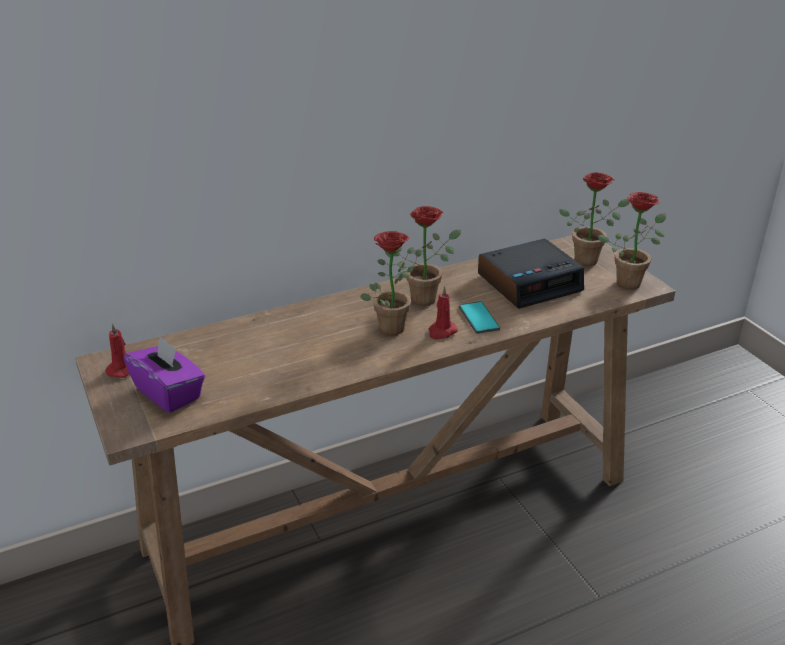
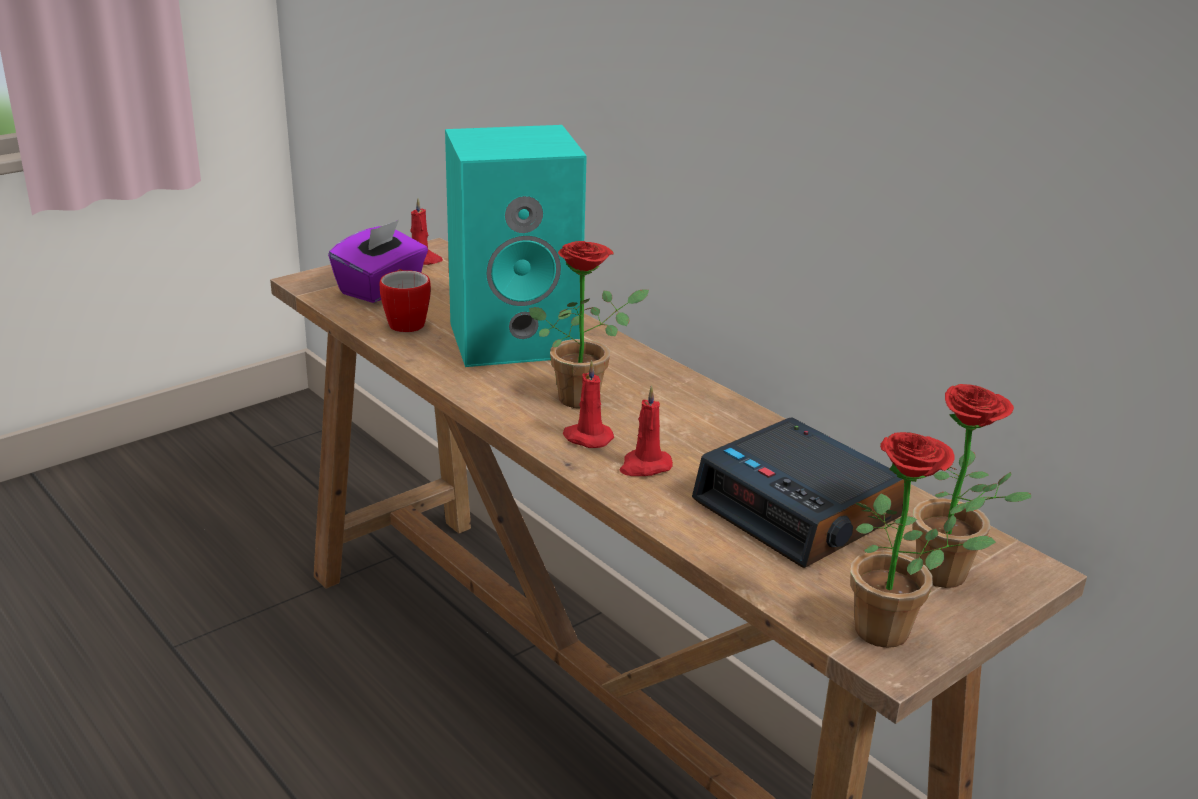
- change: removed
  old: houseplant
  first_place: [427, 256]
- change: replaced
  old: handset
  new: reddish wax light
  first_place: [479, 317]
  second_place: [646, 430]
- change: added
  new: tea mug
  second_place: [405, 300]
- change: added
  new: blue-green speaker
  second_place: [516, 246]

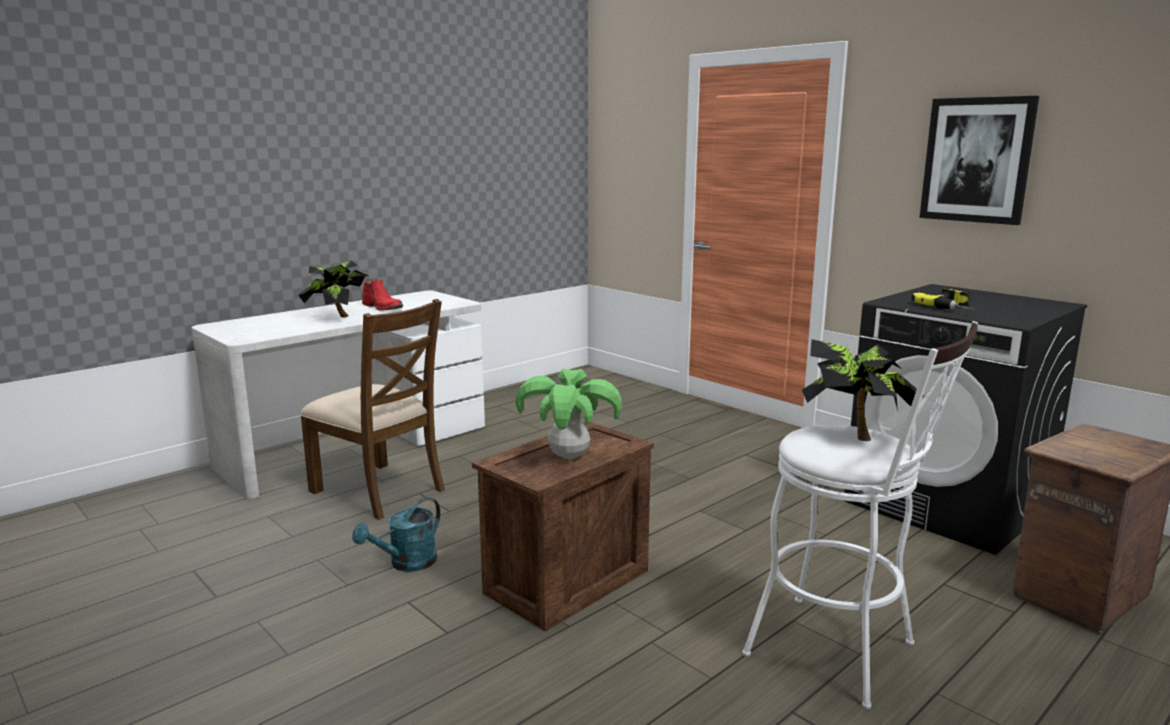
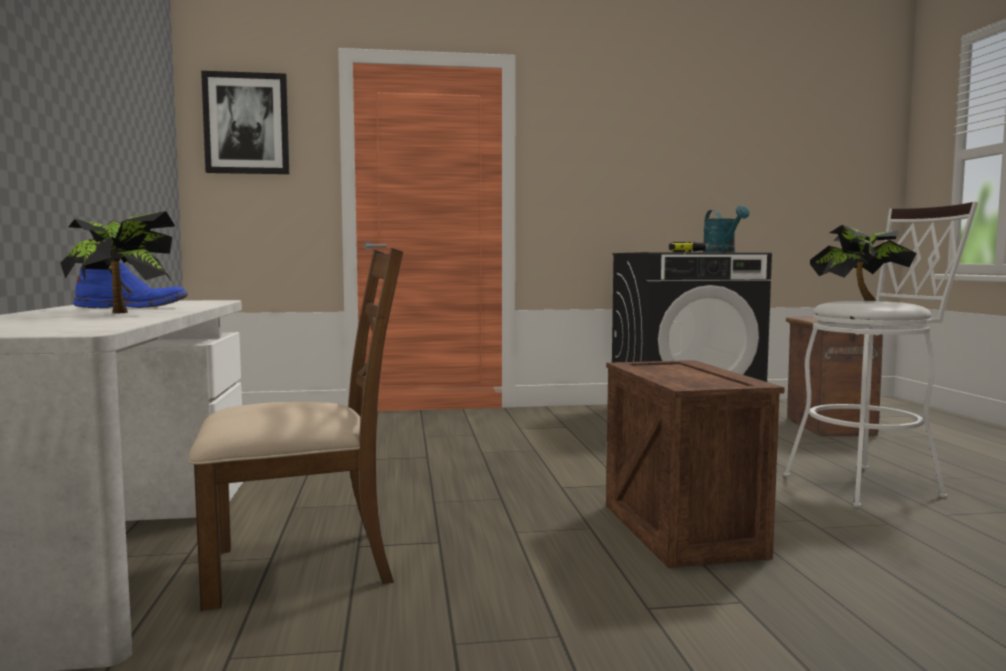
- change: moved
  old: blue-green watering can
  first_place: [396, 534]
  second_place: [726, 228]
- change: recoloured
  old: reddish boot
  new: blue-coloured boot
  first_place: [382, 295]
  second_place: [131, 285]
- change: removed
  old: houseplant
  first_place: [568, 413]
- change: moved
  old: picture
  first_place: [979, 160]
  second_place: [245, 122]

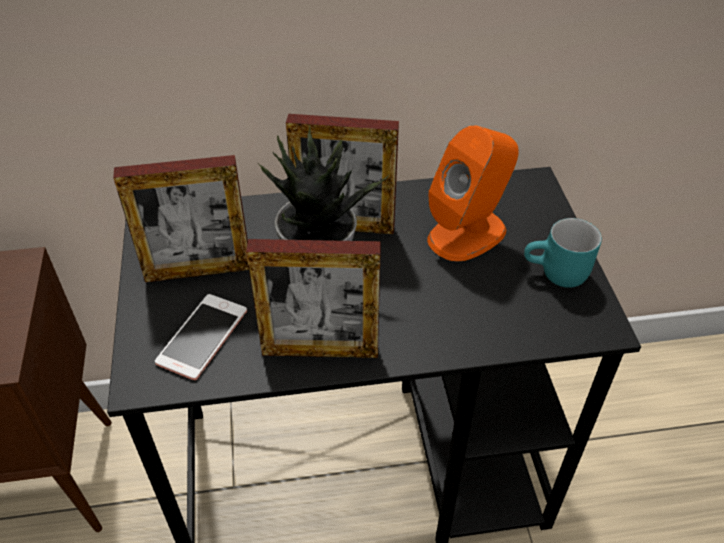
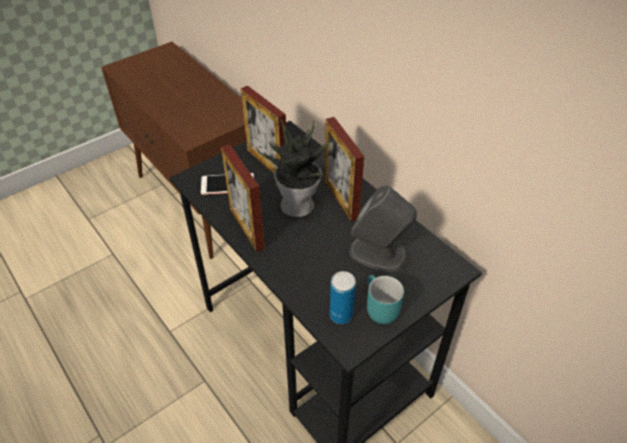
- change: recoloured
  old: orange speaker
  new: grey speaker
  first_place: [473, 193]
  second_place: [383, 228]
- change: added
  new: sealed can
  second_place: [343, 297]

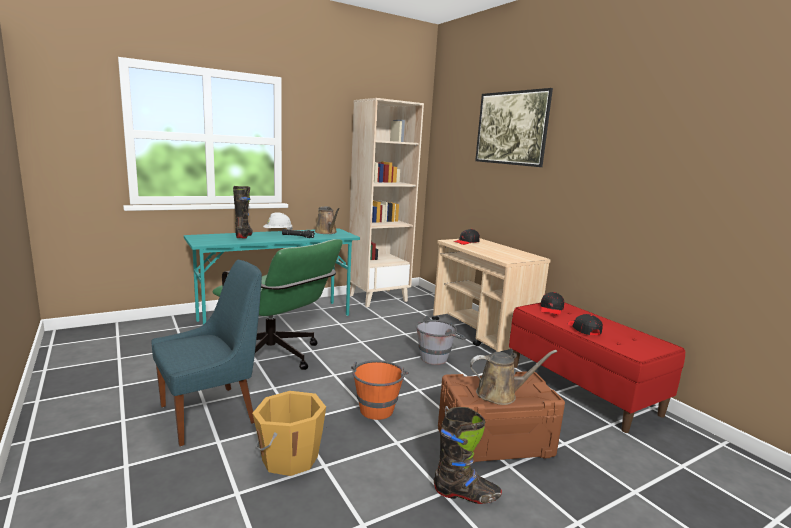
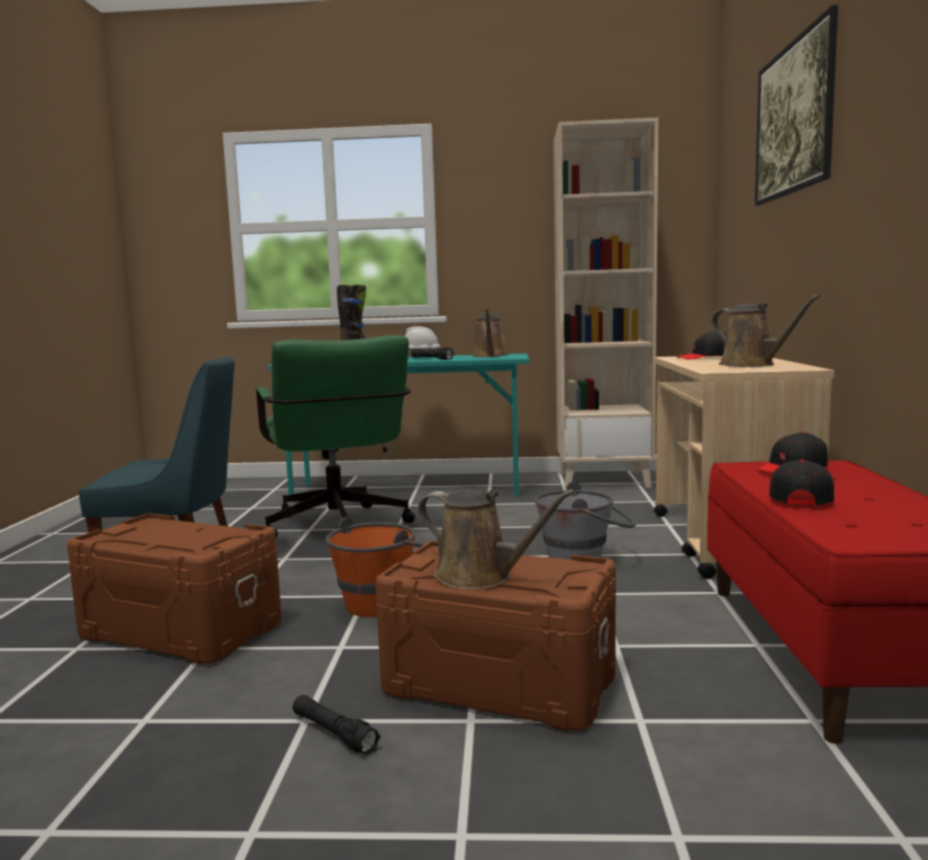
- change: replaced
  old: orange bucket
  new: brown-coloured storage bin
  first_place: [289, 433]
  second_place: [174, 588]
- change: replaced
  old: blackish boot
  new: blackish hand torch
  first_place: [468, 455]
  second_place: [337, 725]
- change: added
  new: brown-coloured watering can
  second_place: [766, 330]

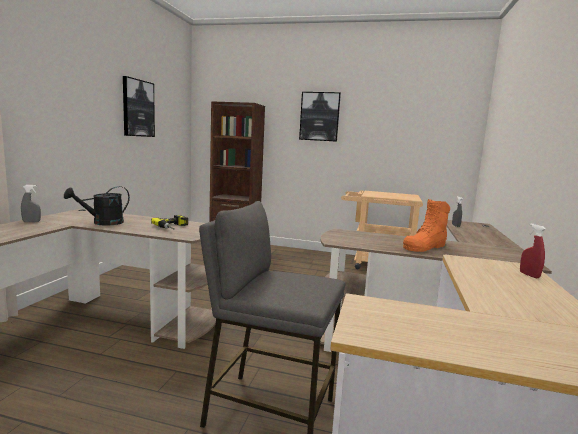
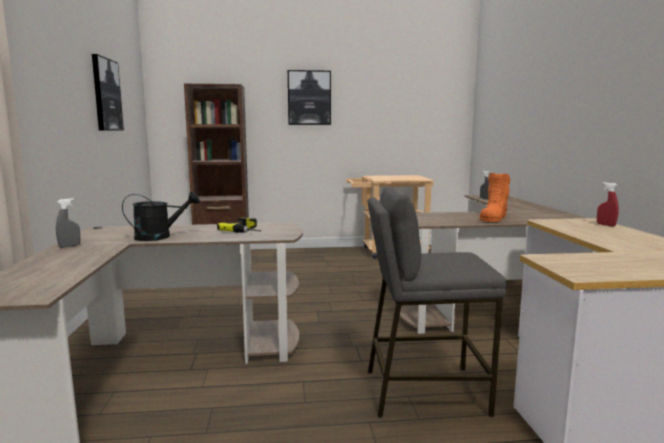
- change: turned
  old: blackish watering can
  first_place: [97, 206]
  second_place: [161, 216]
  degrees: -135

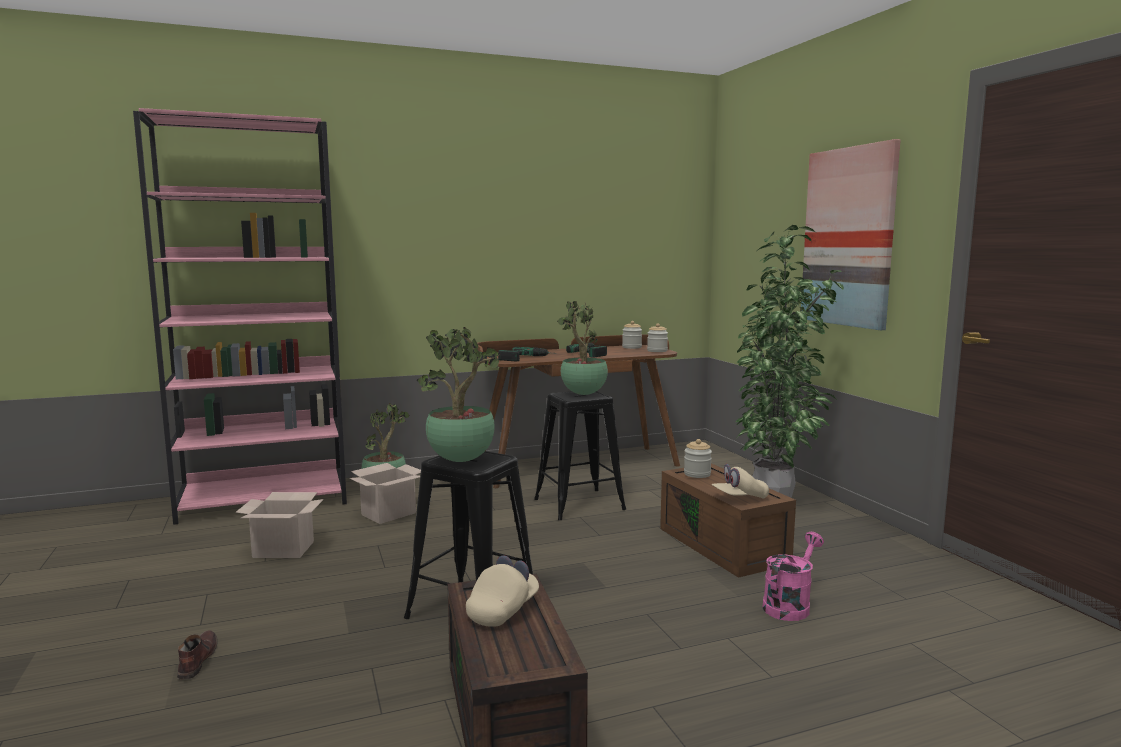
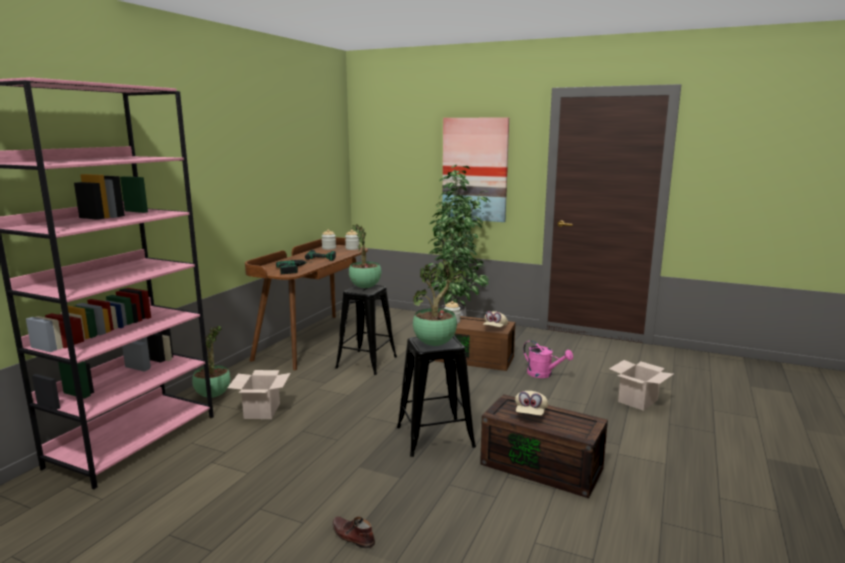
- change: moved
  old: cardboard box
  first_place: [279, 525]
  second_place: [641, 385]
- change: turned
  old: beige cap
  first_place: [502, 591]
  second_place: [531, 403]
  degrees: -150
- change: turned
  old: pink watering can
  first_place: [793, 576]
  second_place: [548, 359]
  degrees: 135

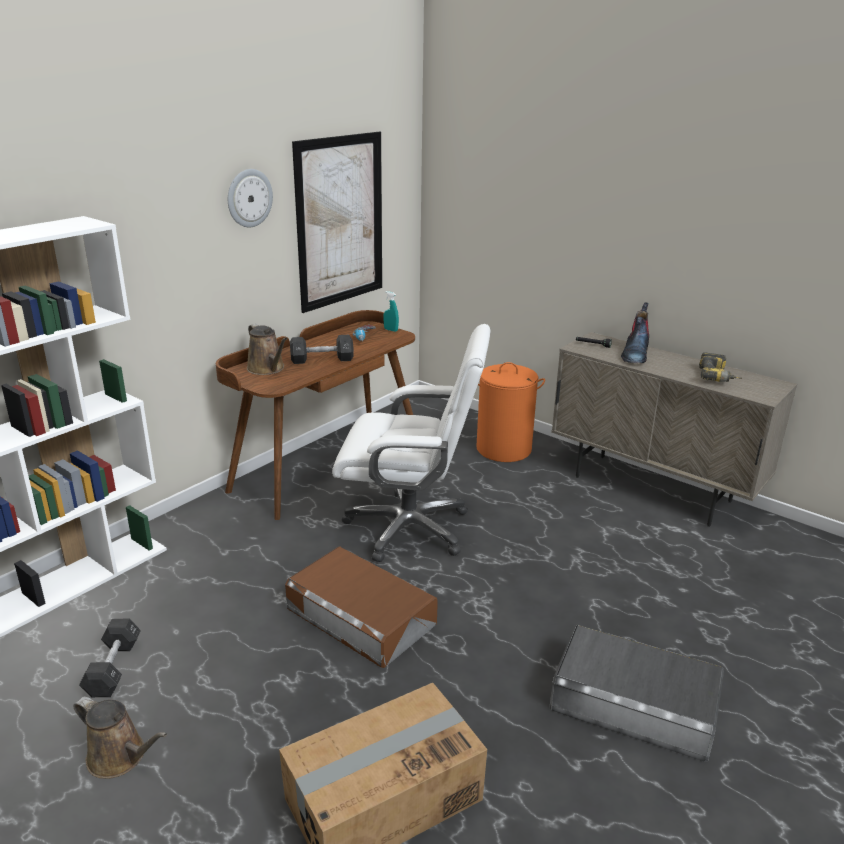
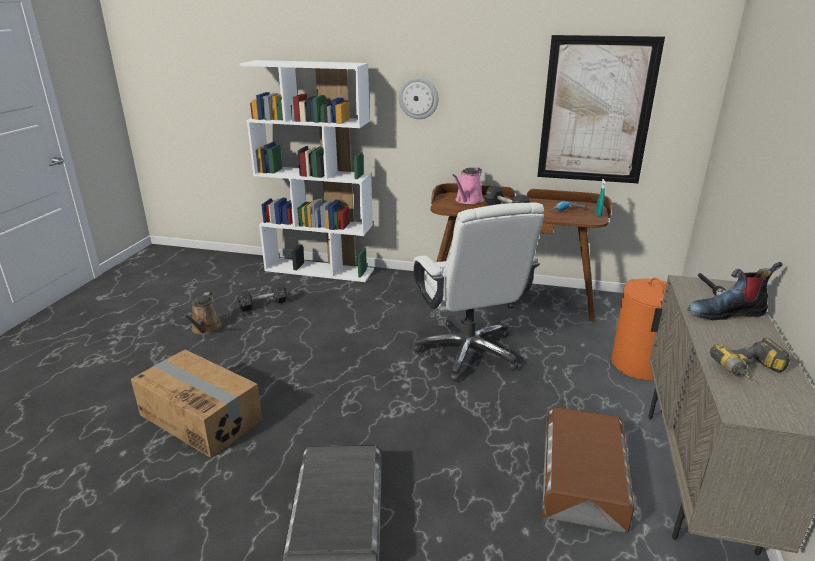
- change: moved
  old: wall clock
  first_place: [250, 198]
  second_place: [418, 98]
- change: recoloured
  old: brown-coloured watering can
  new: pink watering can
  first_place: [267, 349]
  second_place: [468, 185]
- change: moved
  old: brown-coloured storage bin
  first_place: [361, 607]
  second_place: [588, 470]

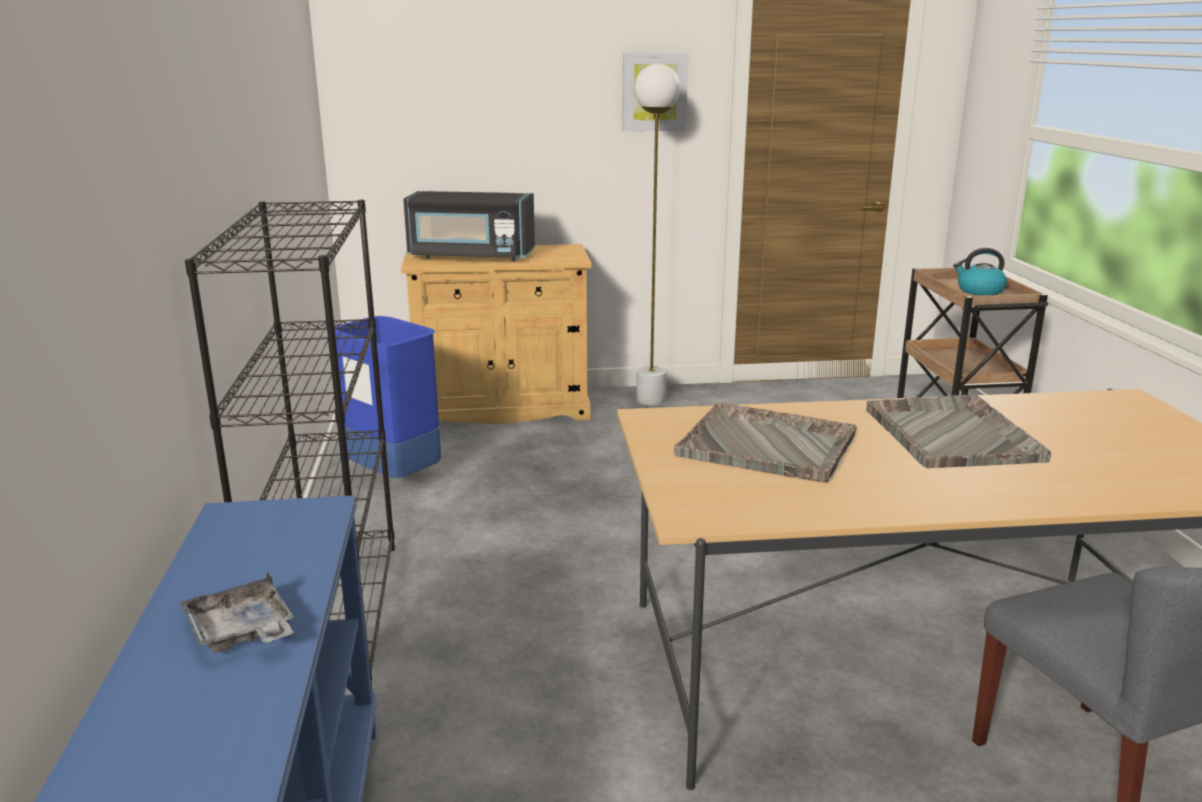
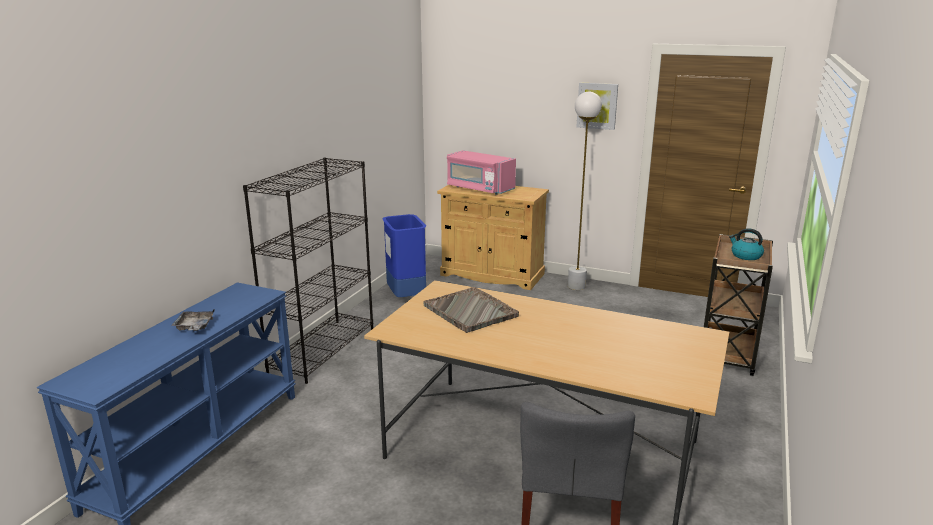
- change: recoloured
  old: blackish microwave oven
  new: pink microwave oven
  first_place: [469, 226]
  second_place: [481, 172]
- change: removed
  old: grey carrying tray
  first_place: [958, 431]

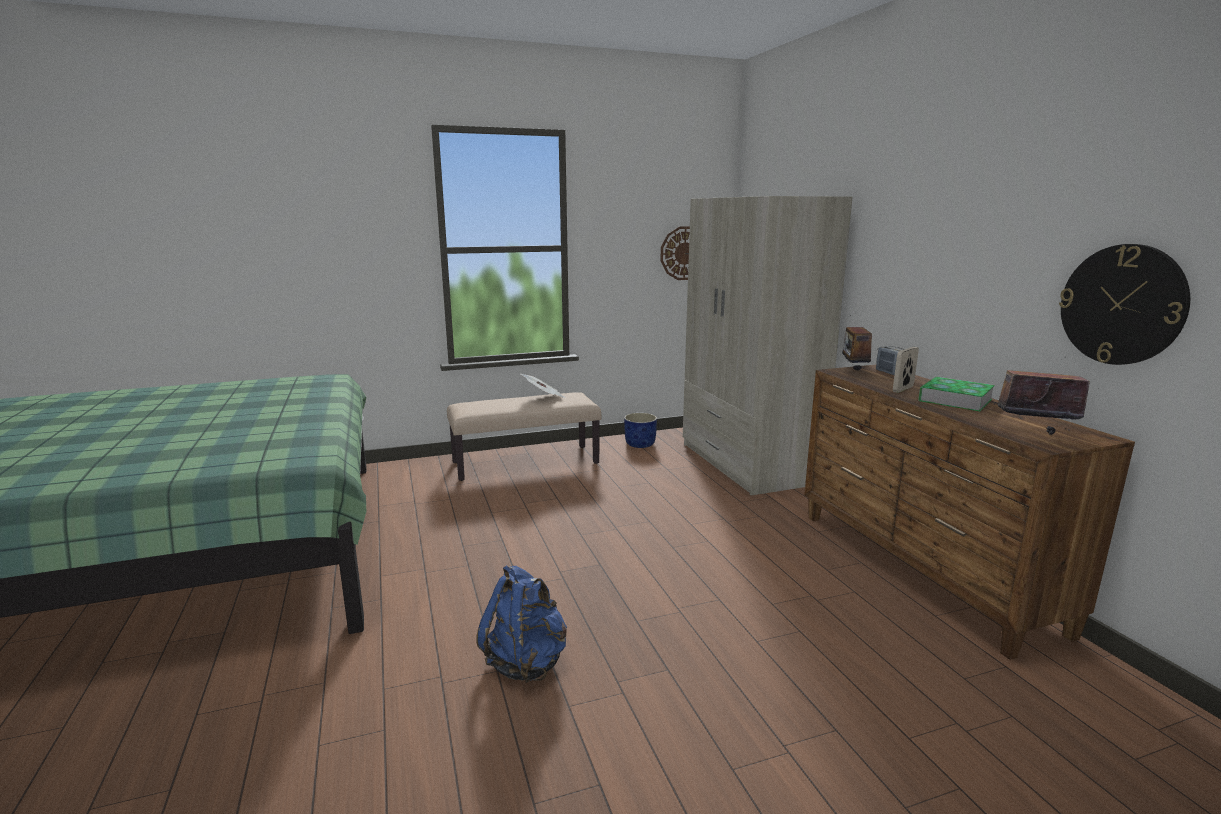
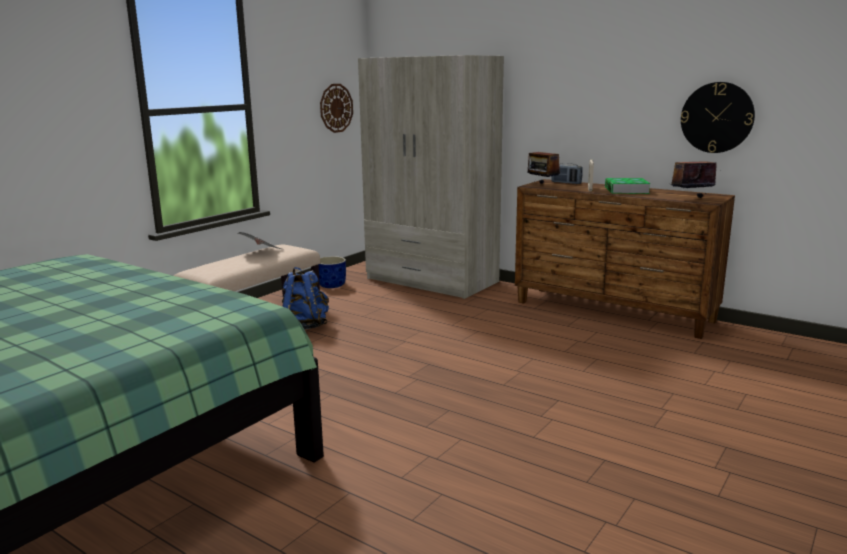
- change: moved
  old: blue-coloured rucksack
  first_place: [521, 624]
  second_place: [305, 298]

